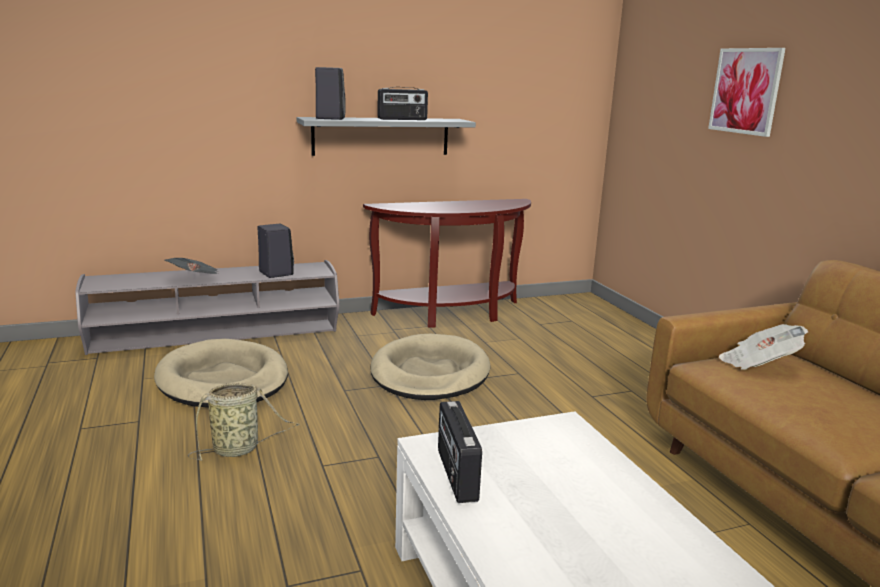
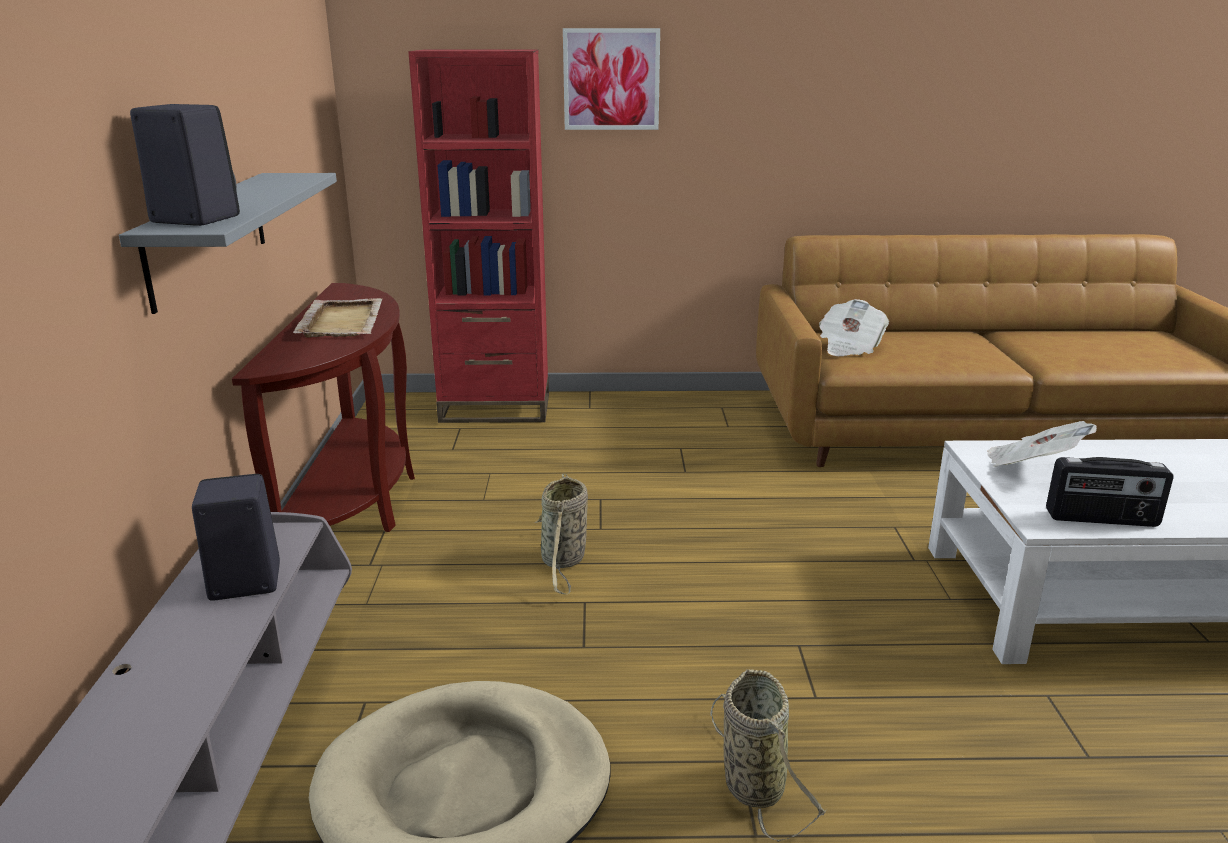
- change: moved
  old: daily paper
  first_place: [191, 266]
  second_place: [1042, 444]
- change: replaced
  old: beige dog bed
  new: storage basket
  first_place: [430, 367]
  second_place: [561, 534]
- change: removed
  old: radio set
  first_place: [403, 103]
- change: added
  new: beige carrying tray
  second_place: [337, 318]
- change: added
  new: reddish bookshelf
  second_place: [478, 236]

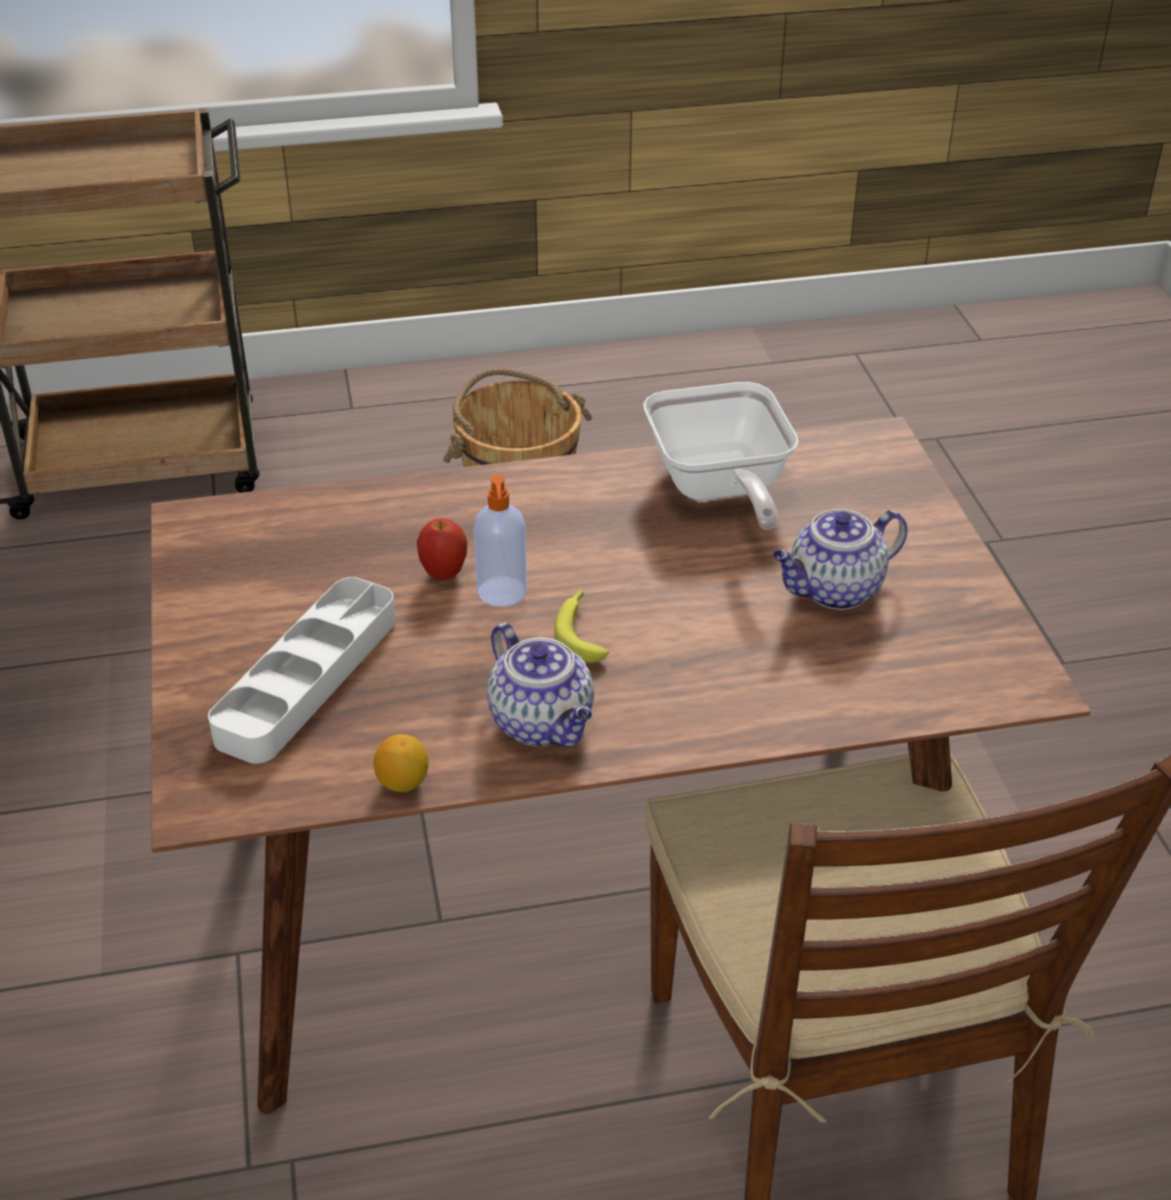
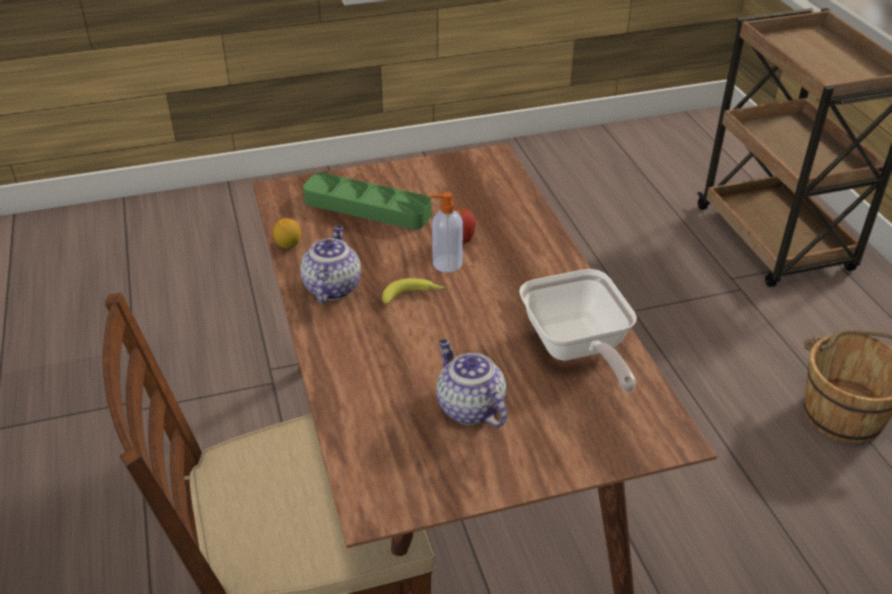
- change: recoloured
  old: white-coloured carrying tray
  new: greenish carrying tray
  first_place: [302, 670]
  second_place: [367, 201]
- change: turned
  old: teapot
  first_place: [540, 684]
  second_place: [330, 264]
  degrees: 135
- change: turned
  old: frying pan
  first_place: [720, 456]
  second_place: [578, 330]
  degrees: -90

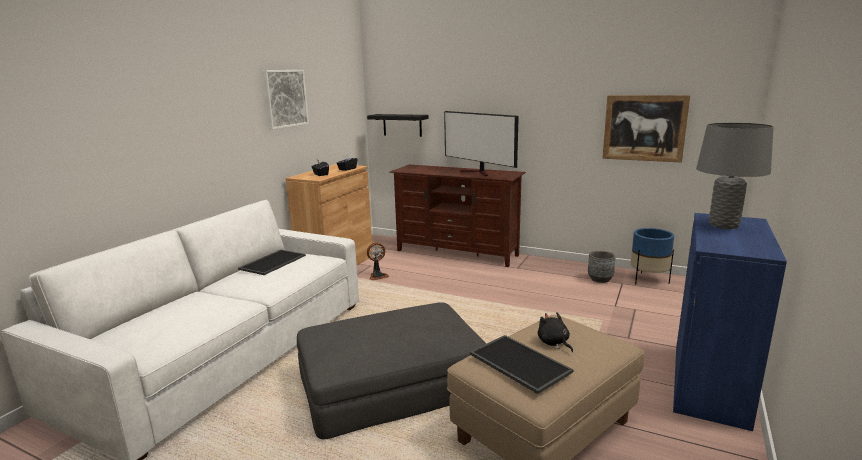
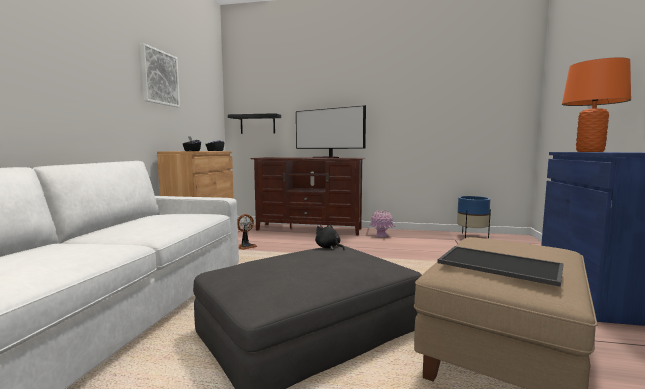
- change: removed
  old: carrying tray
  first_place: [272, 262]
- change: moved
  old: blackish cuddly toy
  first_place: [555, 332]
  second_place: [329, 236]
- change: removed
  old: grey plant pot
  first_place: [602, 267]
- change: removed
  old: picture
  first_place: [646, 129]
- change: recoloured
  old: grey lamp for a table
  new: orange lamp for a table
  first_place: [735, 176]
  second_place: [596, 104]
- change: added
  new: pink decorative vase
  second_place: [382, 223]

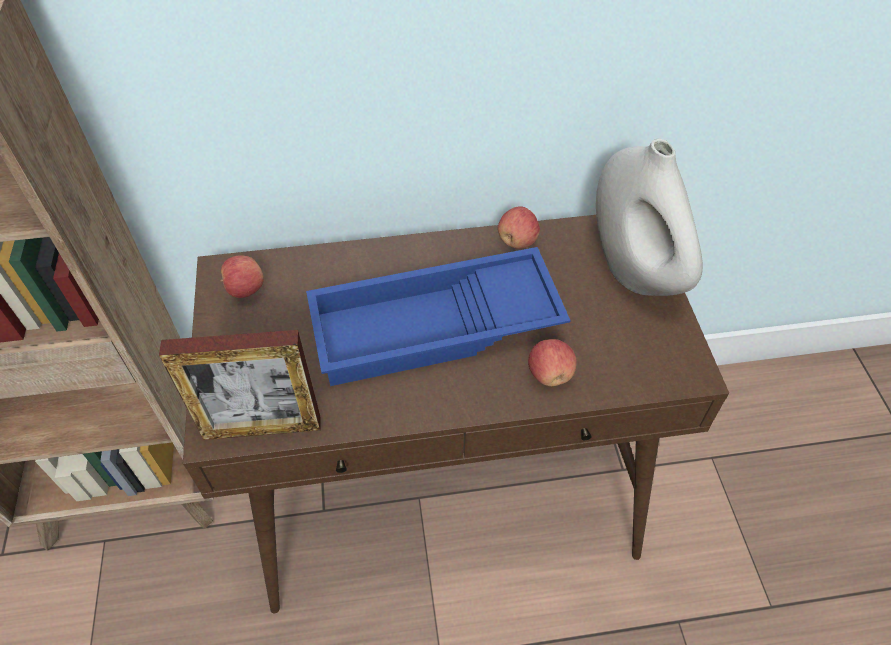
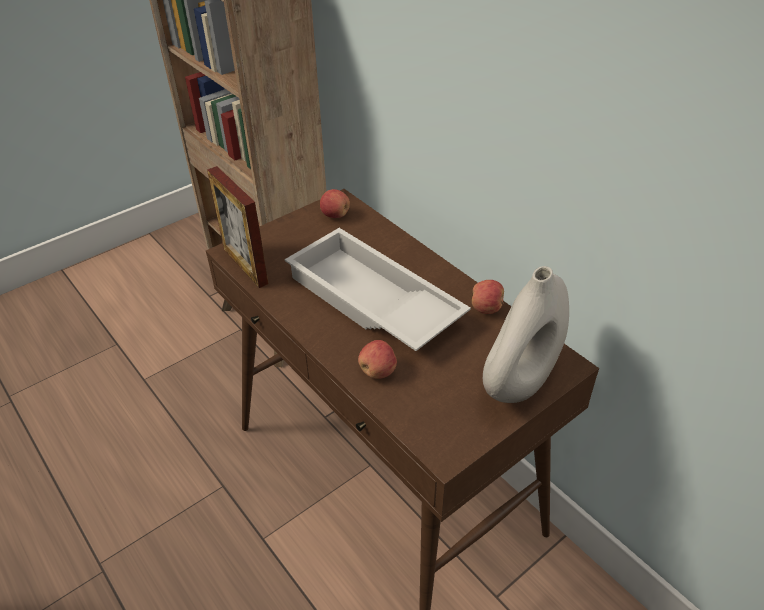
- change: recoloured
  old: blue-coloured carrying tray
  new: white-coloured carrying tray
  first_place: [438, 316]
  second_place: [378, 289]

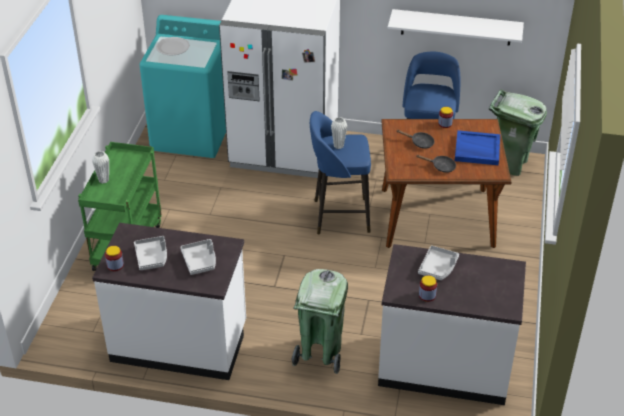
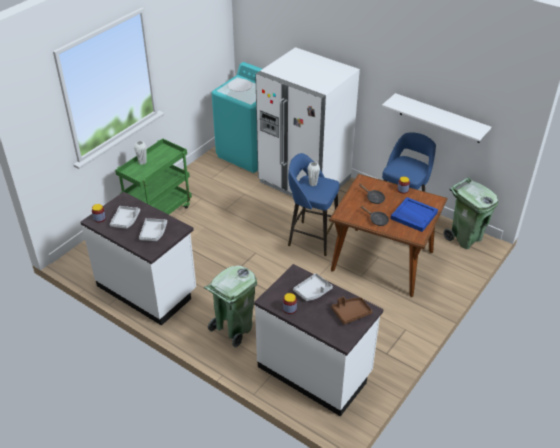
- change: added
  new: brown-coloured carrying tray
  second_place: [351, 310]

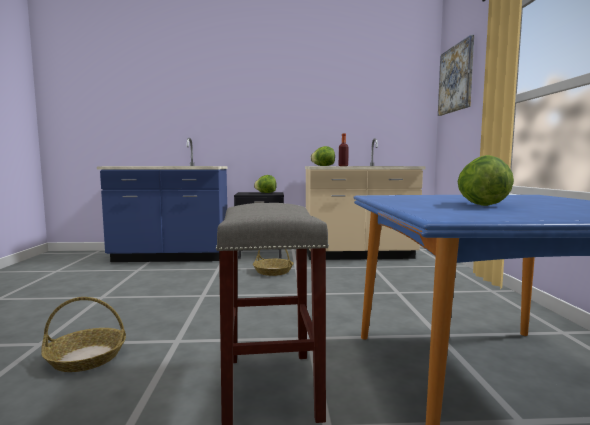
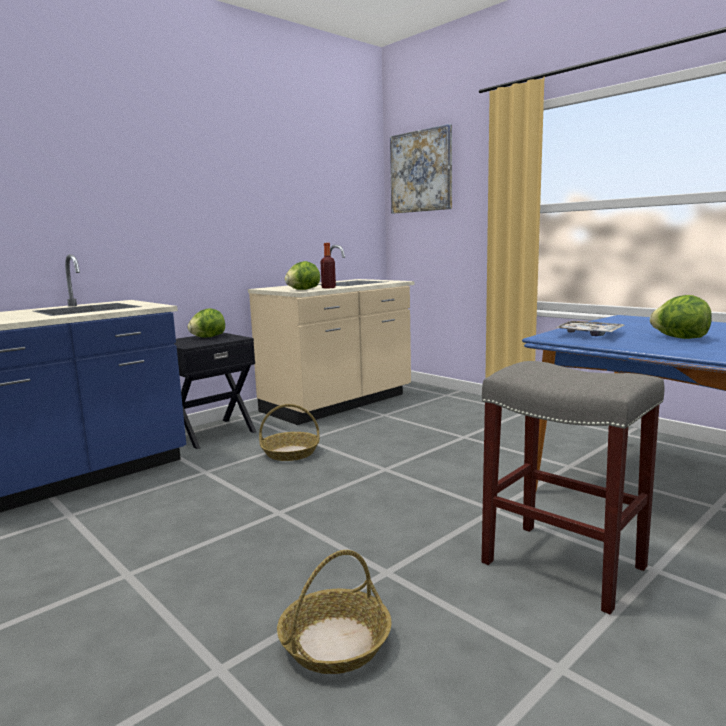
- change: added
  new: carrying tray
  second_place: [590, 328]

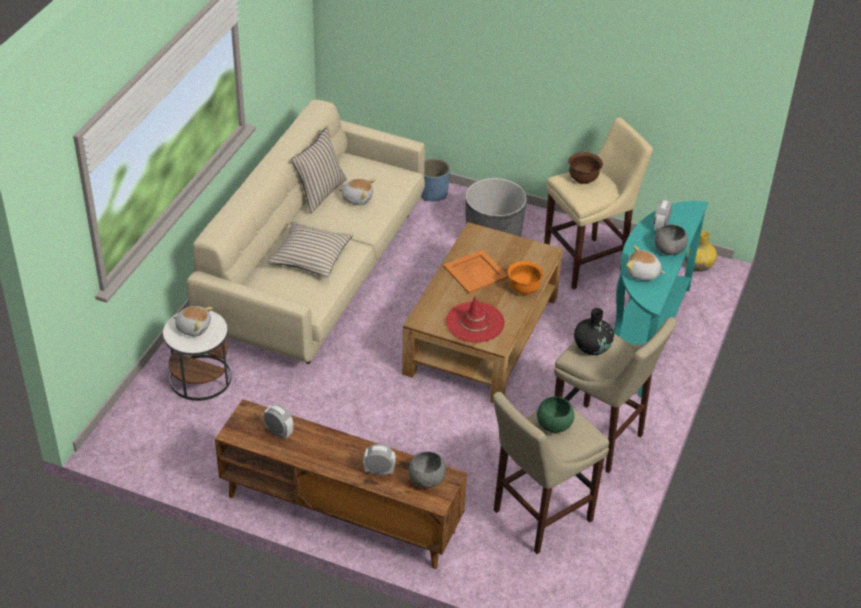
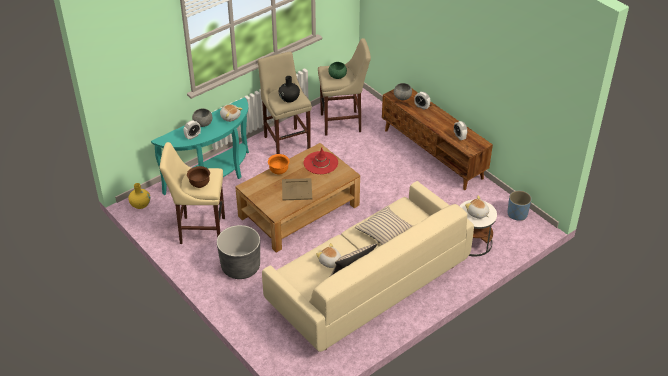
- change: moved
  old: blue-coloured plant pot
  first_place: [435, 180]
  second_place: [519, 205]
- change: recoloured
  old: orange carrying tray
  new: beige carrying tray
  first_place: [475, 272]
  second_place: [297, 189]

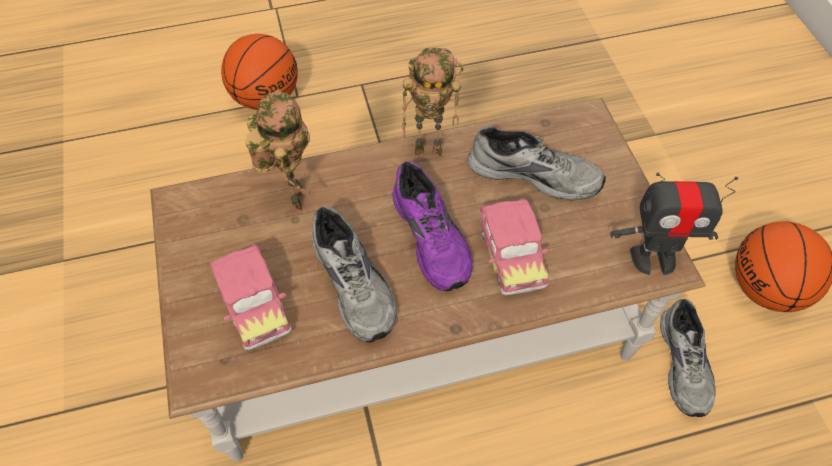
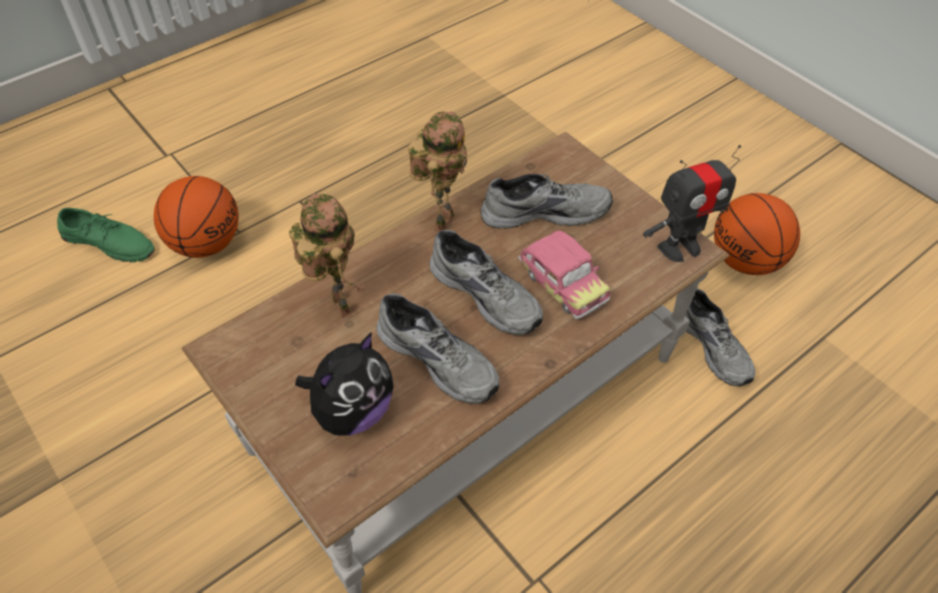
- change: replaced
  old: miniature car
  new: cuddly toy
  first_place: [251, 297]
  second_place: [344, 384]
- change: recoloured
  old: purplish item of footwear
  new: grey item of footwear
  first_place: [433, 226]
  second_place: [486, 282]
- change: turned
  old: toy robot
  first_place: [433, 101]
  second_place: [437, 171]
  degrees: -45
- change: added
  new: greenish item of footwear
  second_place: [105, 235]

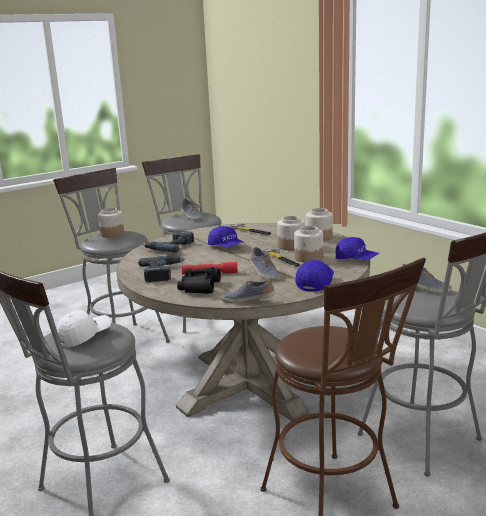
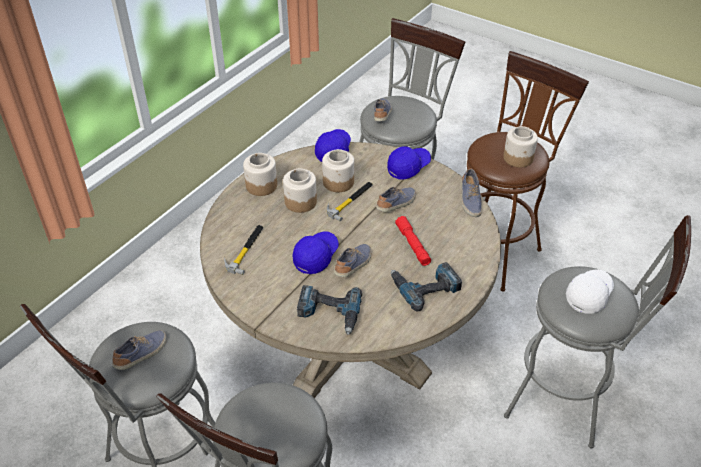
- change: turned
  old: white-coloured cap
  first_place: [84, 329]
  second_place: [590, 291]
  degrees: 105
- change: moved
  old: jar
  first_place: [111, 223]
  second_place: [520, 147]
- change: removed
  old: blackish pair of binoculars
  first_place: [199, 280]
- change: turned
  old: blue-coloured cap
  first_place: [314, 276]
  second_place: [409, 163]
  degrees: 135
- change: added
  new: item of footwear
  second_place: [353, 260]

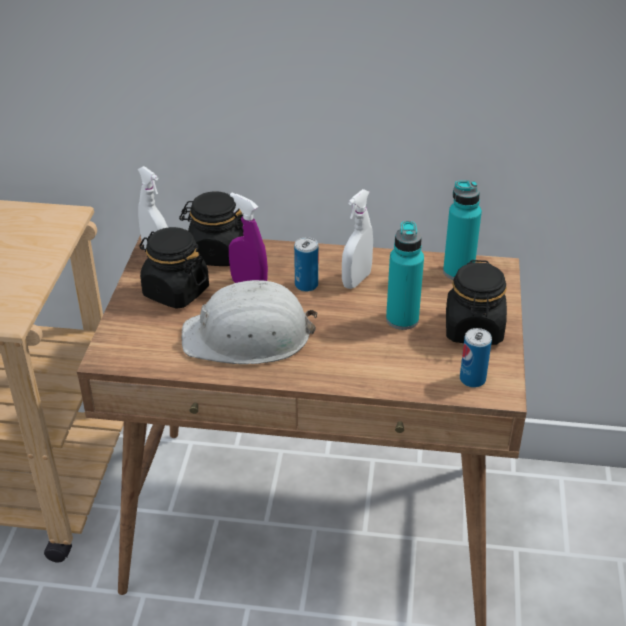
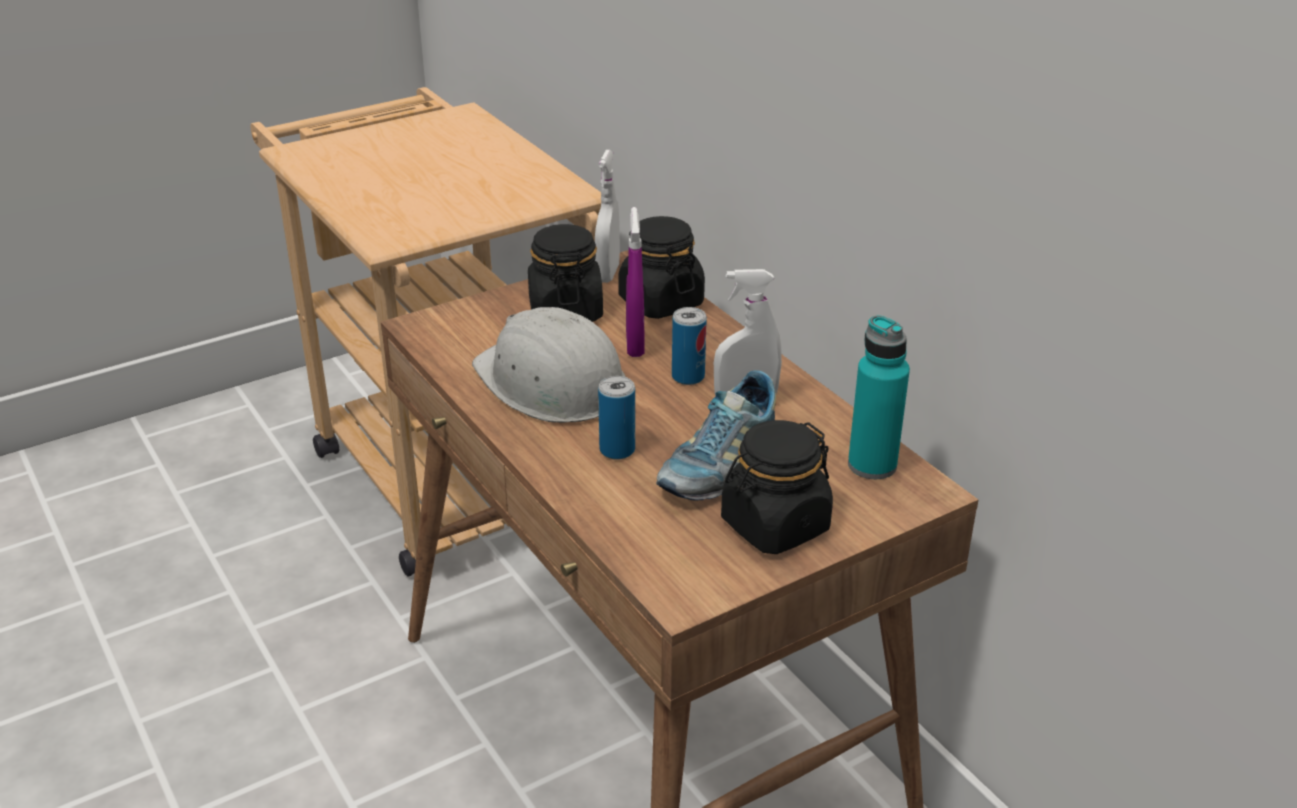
- change: replaced
  old: blue-green drink bottle
  new: item of footwear
  first_place: [405, 275]
  second_place: [716, 435]
- change: moved
  old: sealed can
  first_place: [476, 358]
  second_place: [616, 418]

